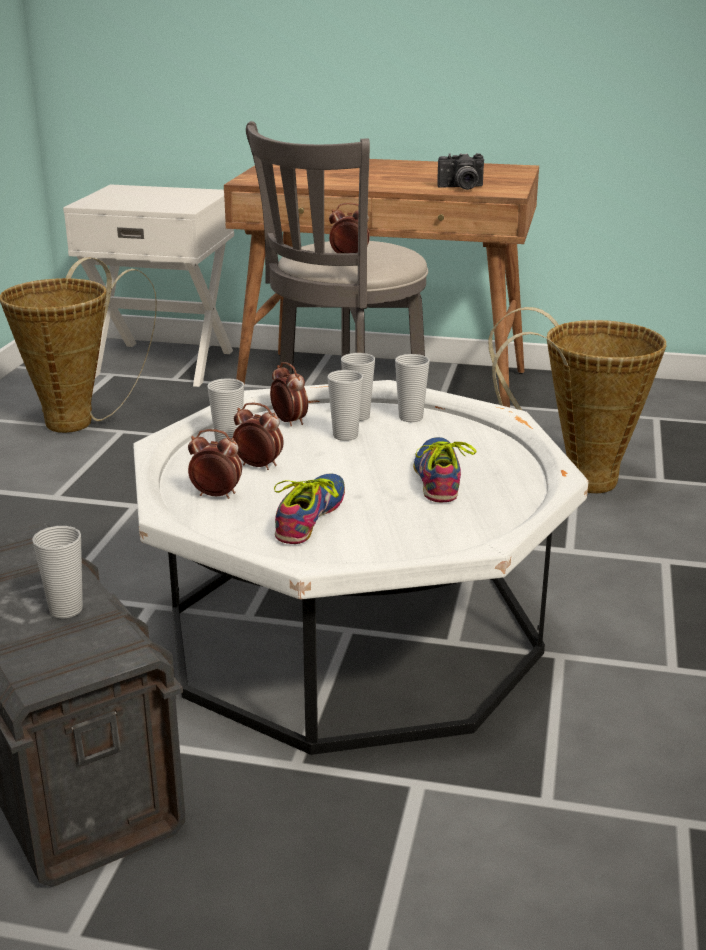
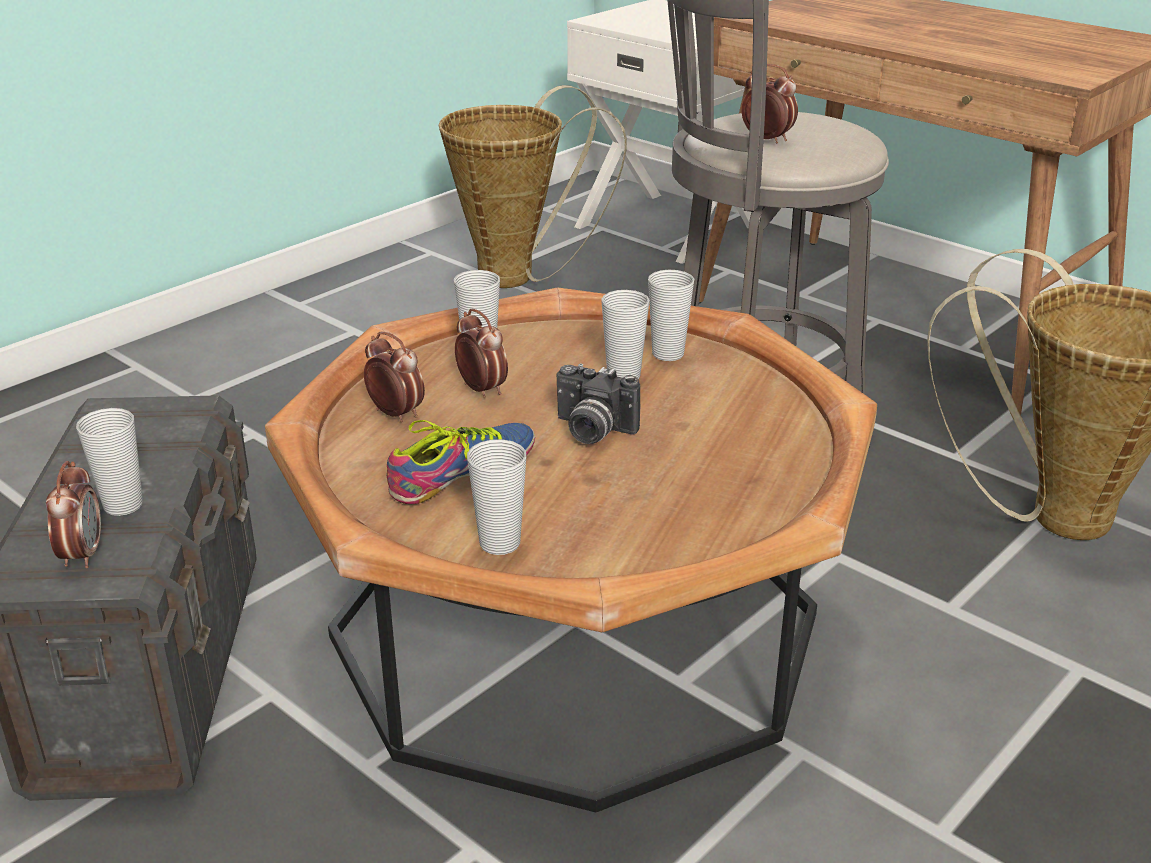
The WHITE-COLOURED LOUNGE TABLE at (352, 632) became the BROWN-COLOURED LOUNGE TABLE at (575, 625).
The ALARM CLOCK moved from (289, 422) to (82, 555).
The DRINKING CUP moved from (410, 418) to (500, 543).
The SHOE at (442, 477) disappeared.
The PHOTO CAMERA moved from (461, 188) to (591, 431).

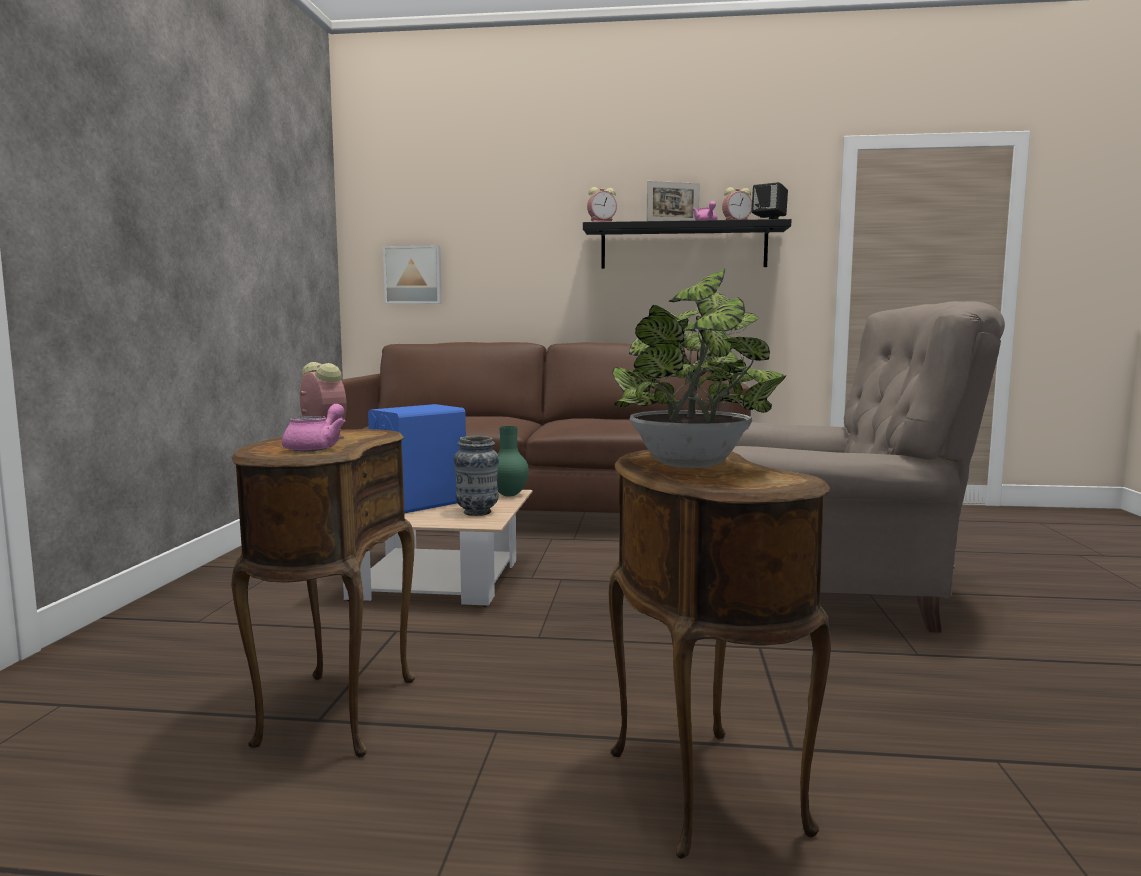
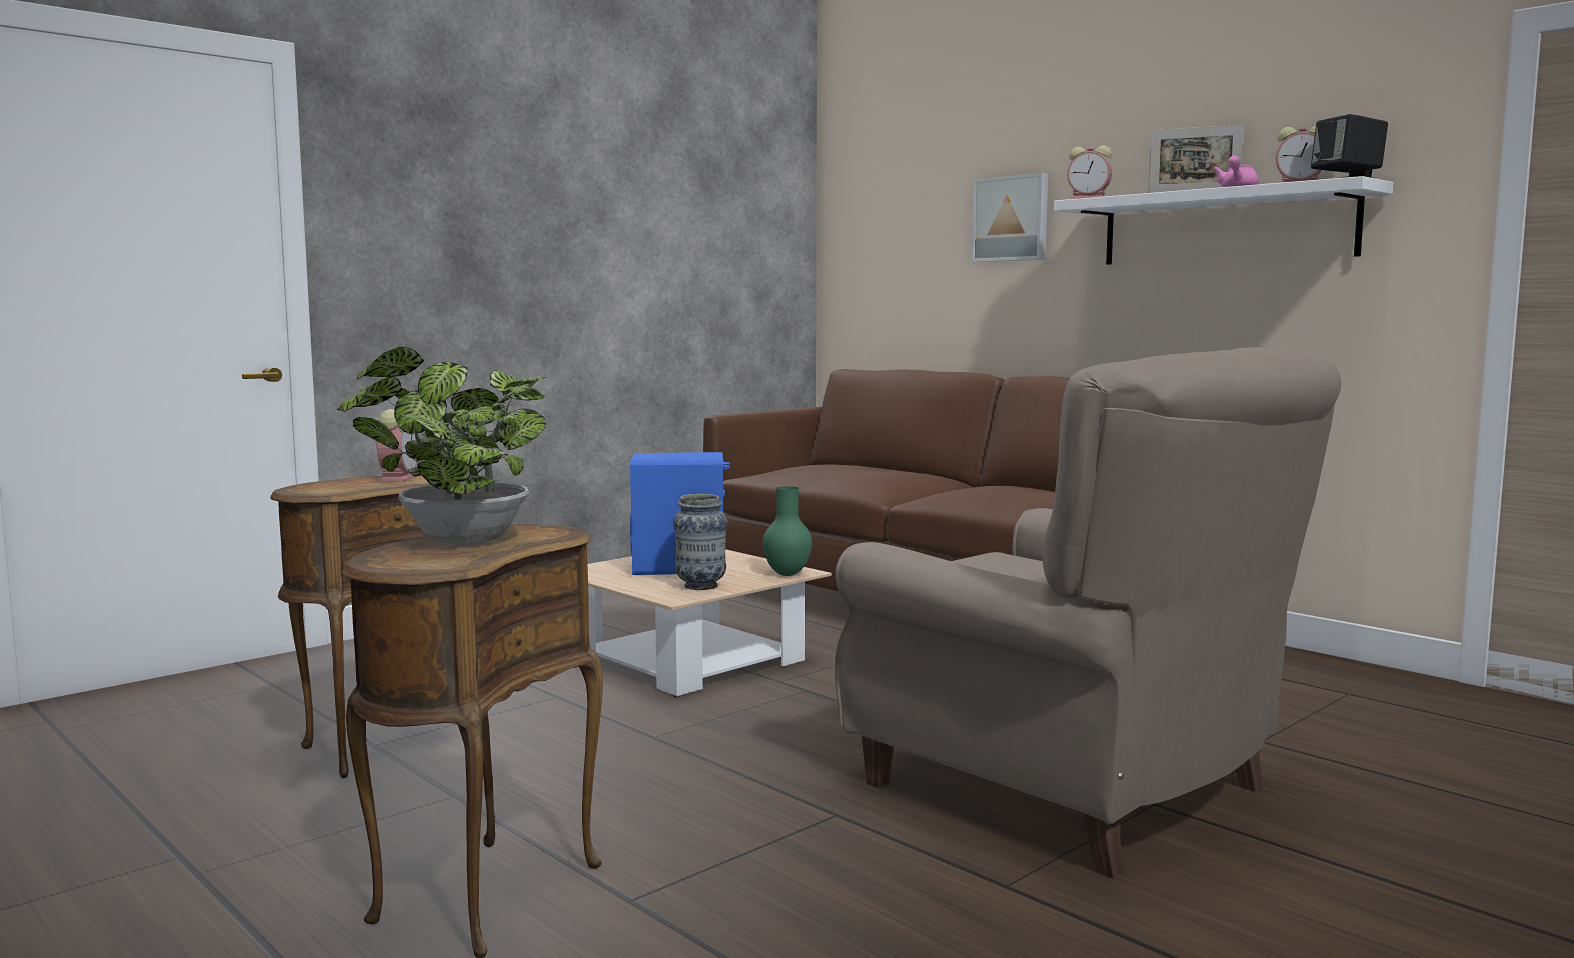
The PINK POT FOR TEA at (317, 447) disappeared.
The PICTURE moved from (413, 275) to (1012, 219).
The BLACK BRACKET SHELF at (683, 247) became the WHITE-COLOURED BRACKET SHELF at (1225, 227).

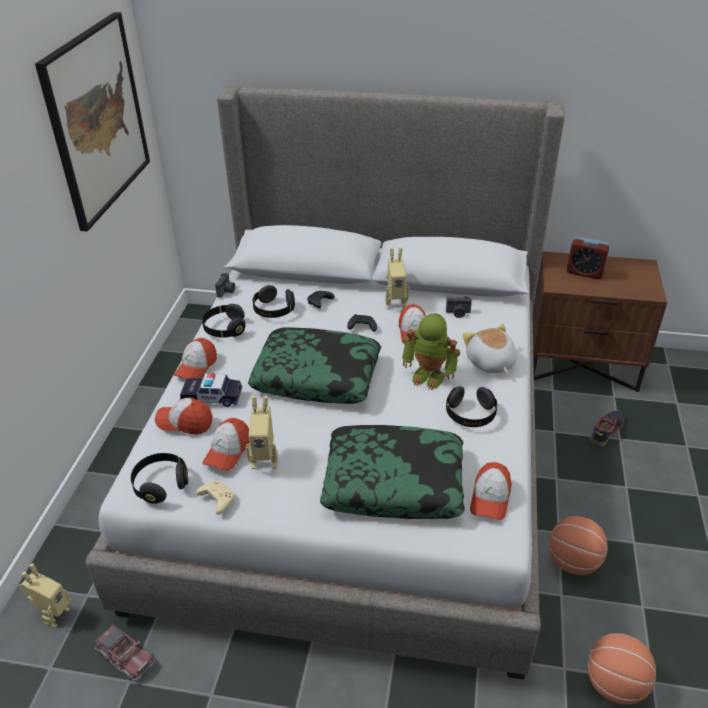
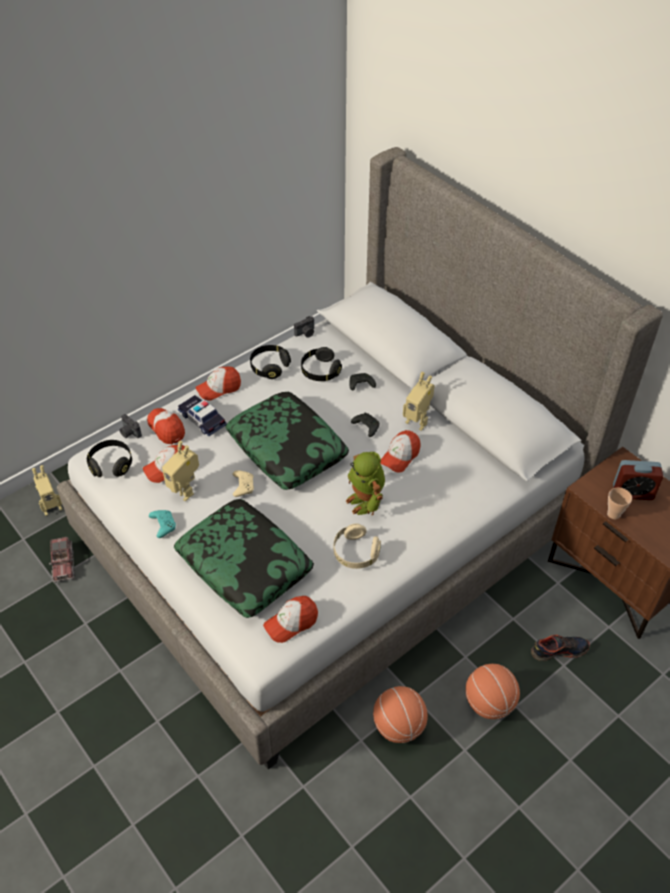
The PICTURE at (97, 119) disappeared.
The SAND-COLOURED JOYPAD moved from (217, 500) to (243, 486).
The PHOTO CAMERA moved from (458, 313) to (129, 433).
The BLACK HEADPHONES at (470, 415) became the SAND-COLOURED HEADPHONES at (355, 553).
The SOFT TOY at (490, 363) disappeared.
The ALARM CLOCK at (584, 272) turned 60 degrees counterclockwise.
The BASKETBALL moved from (615, 684) to (489, 703).
The BLUE-GREEN JOYPAD at (163, 525) appeared.
The DRINKING CUP at (613, 514) appeared.

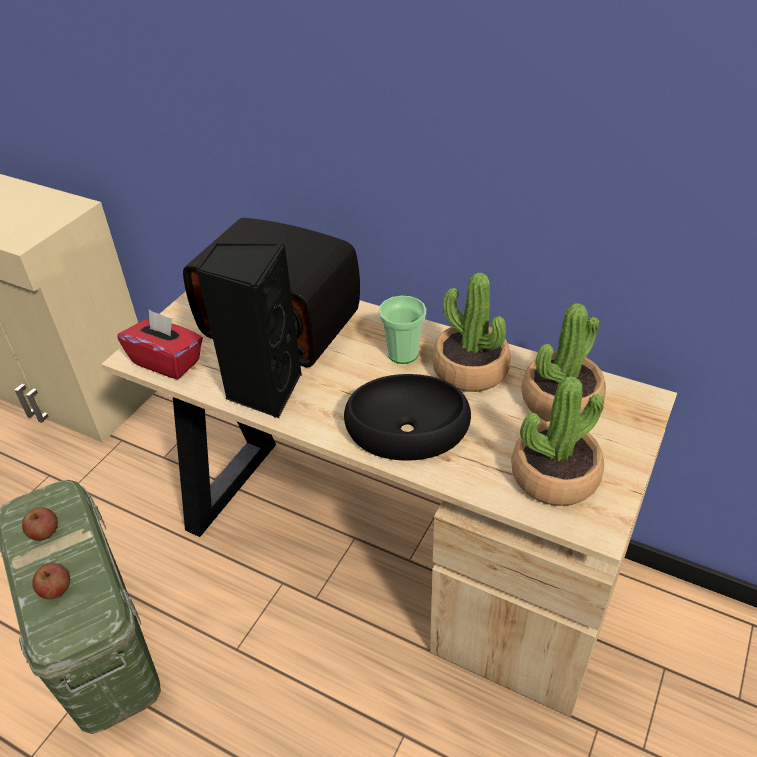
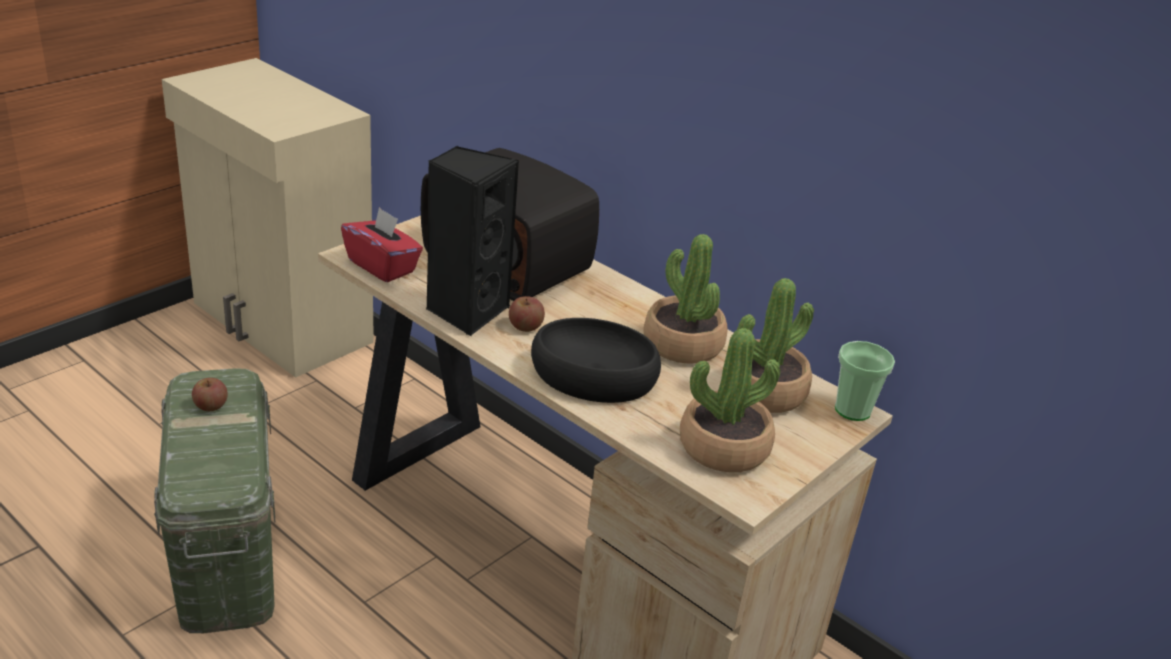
The WHOLE APPLE moved from (56, 589) to (525, 326).
The DRINKING CUP moved from (403, 354) to (852, 410).

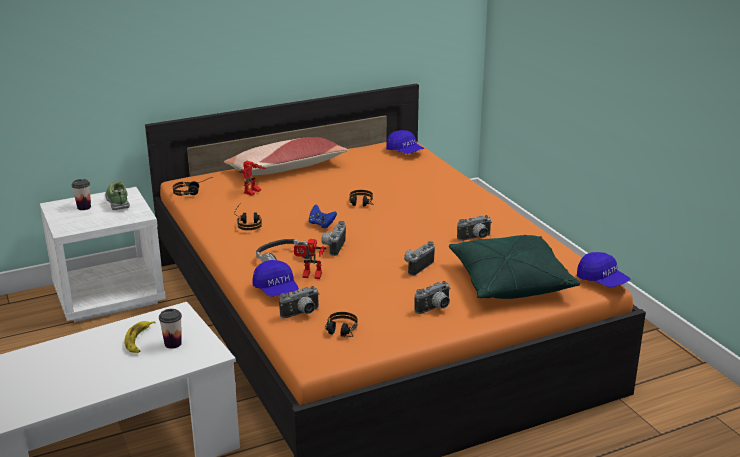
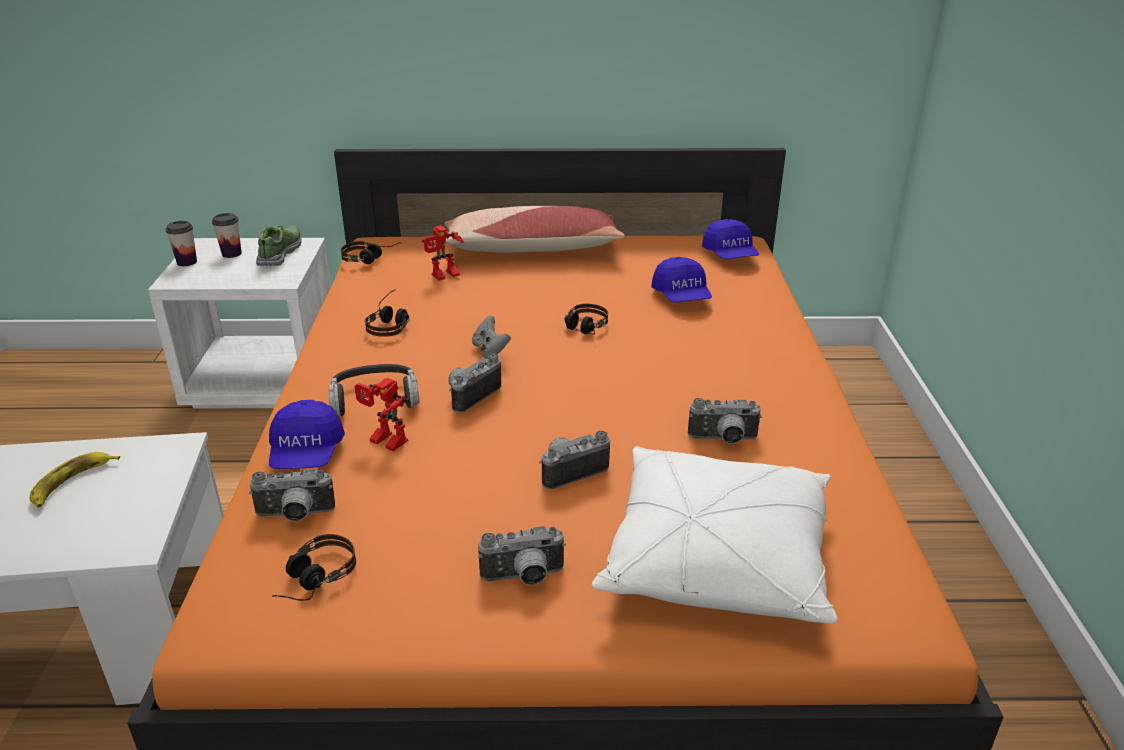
The DRINKING CUP moved from (173, 343) to (187, 262).
The BLUISH JOYPAD at (321, 224) became the GRAY JOYPAD at (490, 350).
The GREEN THROW PILLOW at (509, 282) became the WHITE-COLOURED THROW PILLOW at (716, 558).
The BLUISH BASEBALL CAP moved from (602, 281) to (682, 297).

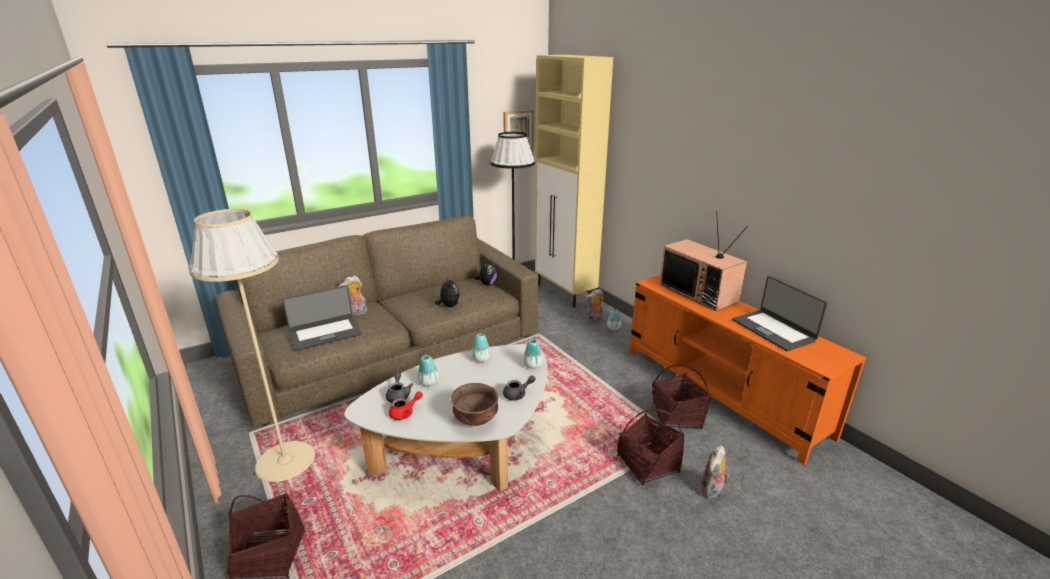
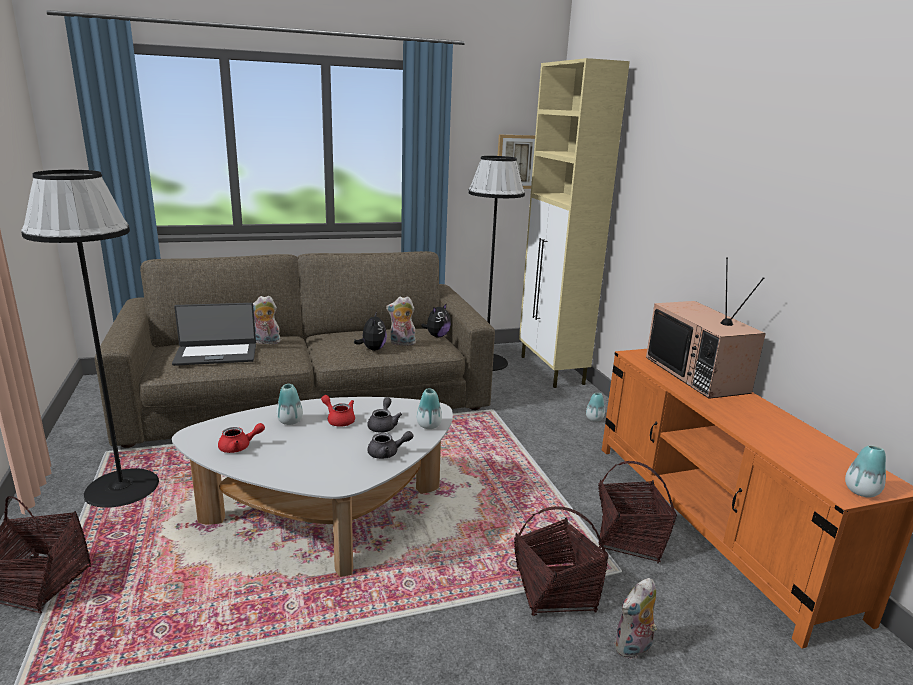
The SAND-COLOURED STANDING LAMP at (285, 461) became the BLACK STANDING LAMP at (122, 488).
The GRAY POT FOR TEA moved from (398, 395) to (383, 425).
The BROWN-COLOURED SERVING BOWL at (476, 419) disappeared.
The DECORATIVE VASE moved from (481, 359) to (861, 491).
The SOFT TOY moved from (594, 320) to (402, 343).
The LAPTOP at (773, 330) disappeared.
The RED-COLOURED POT FOR TEA at (339, 420) appeared.

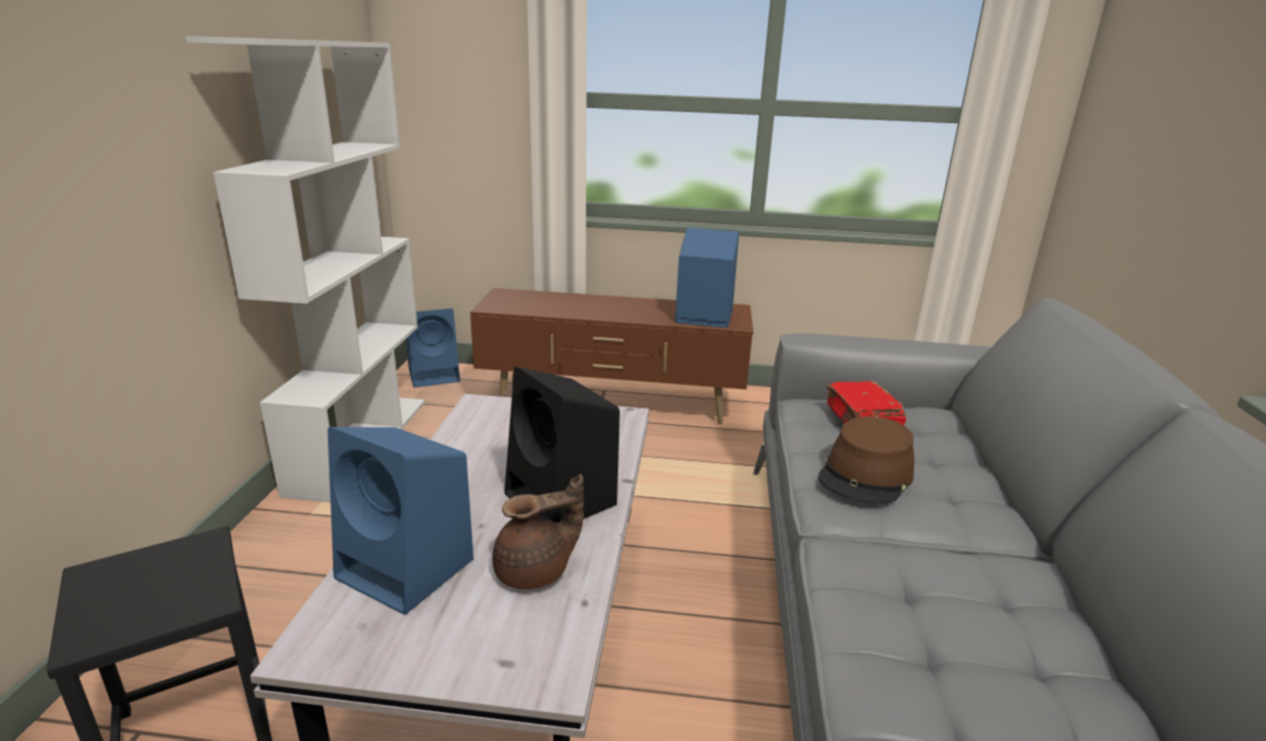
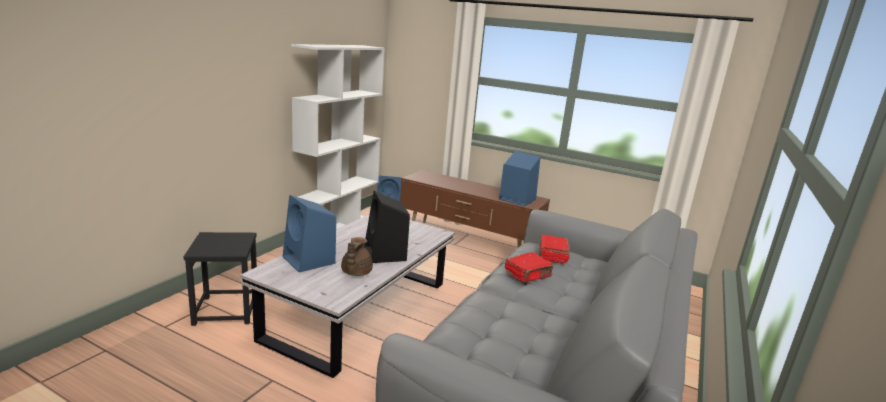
The BROWN-COLOURED POT FOR TEA at (536, 571) turned 105 degrees clockwise.
The BROWN-COLOURED WEARABLE HAT at (866, 475) was replaced by the RED-COLOURED VOLUME at (528, 275).

